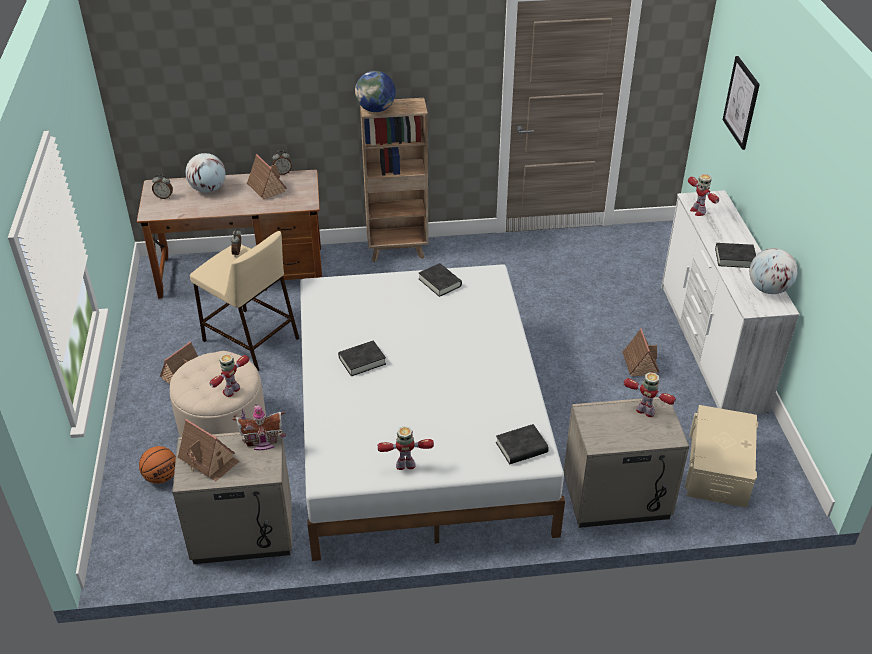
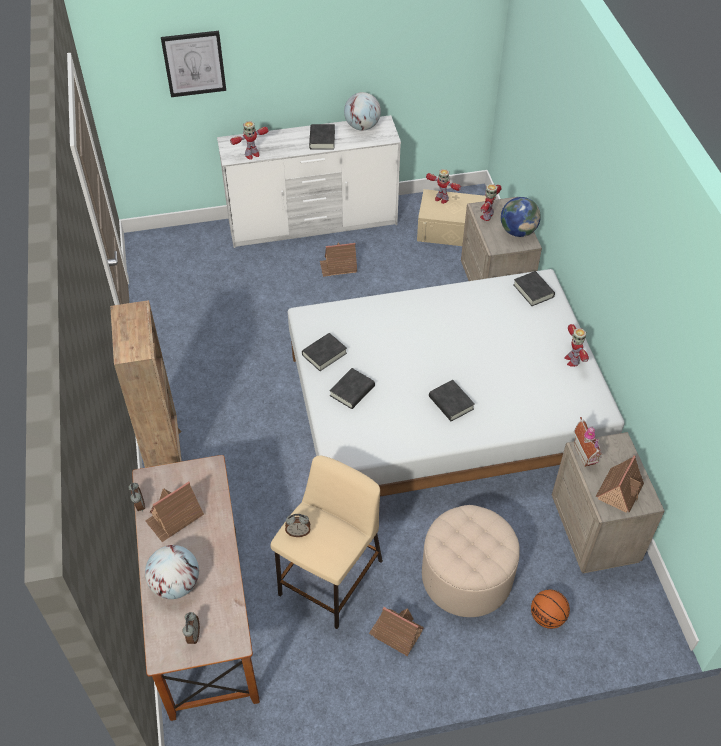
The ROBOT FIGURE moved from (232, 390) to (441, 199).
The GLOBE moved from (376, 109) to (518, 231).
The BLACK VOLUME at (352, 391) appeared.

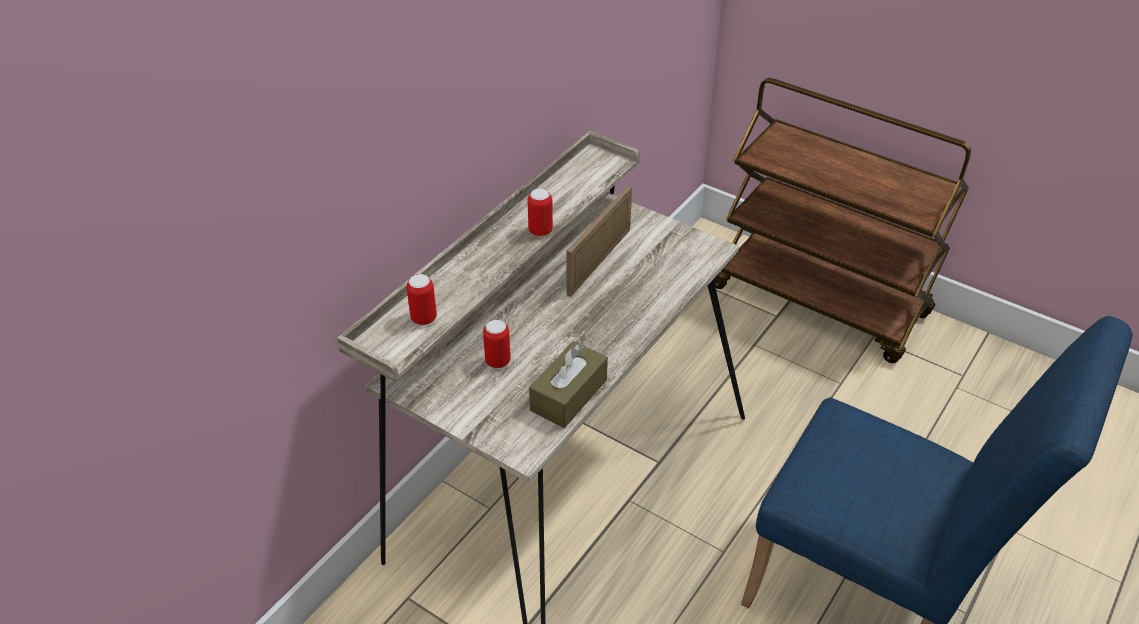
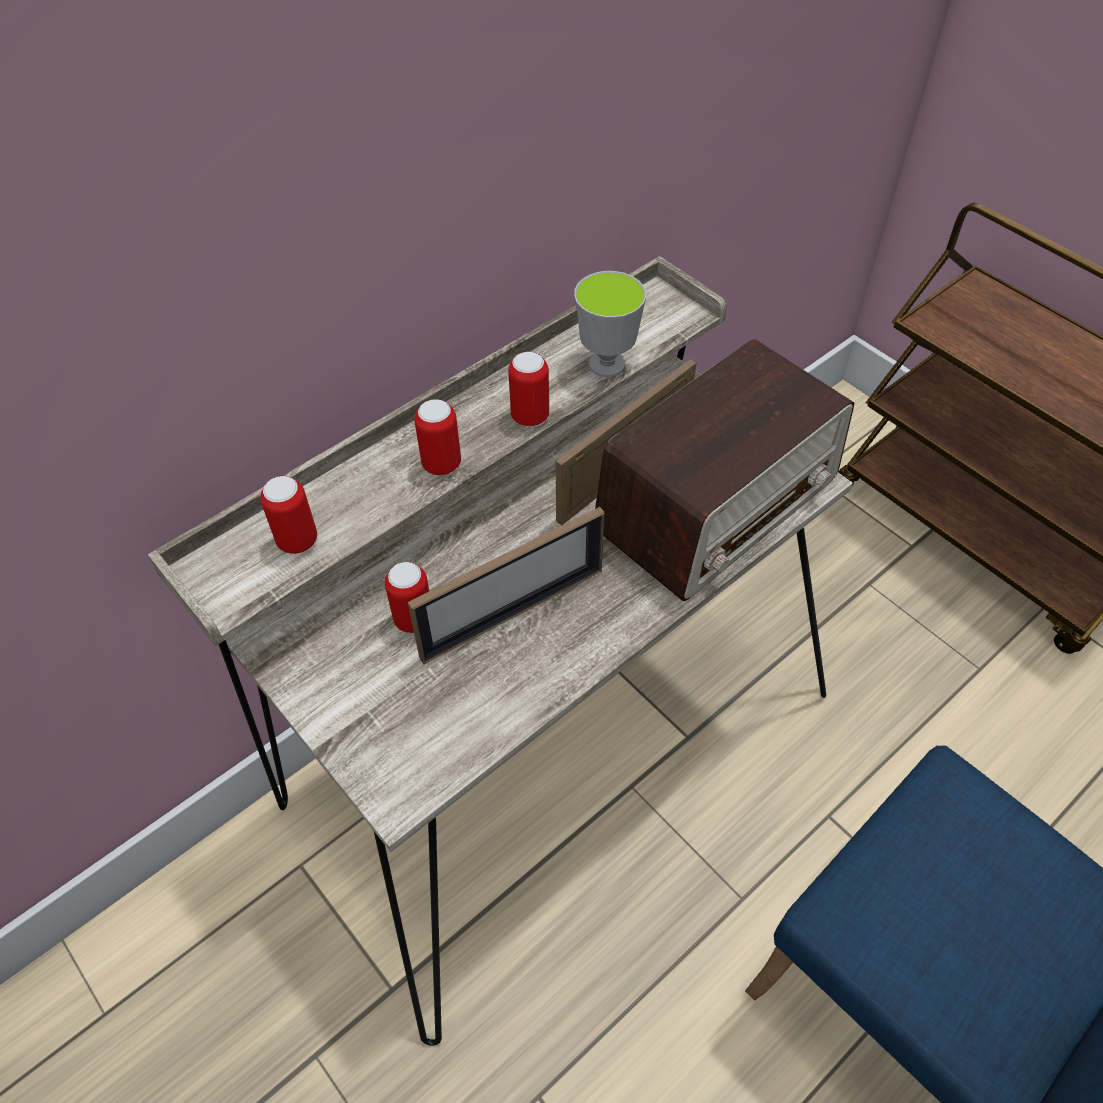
The BROWN-COLOURED TISSUE HOLDER at (568, 395) disappeared.
The STANDING FRAME at (513, 613) appeared.
The METAL CAN at (441, 464) appeared.
The DRINKING CUP at (607, 364) appeared.
The RADIO RECEIVER at (718, 503) appeared.

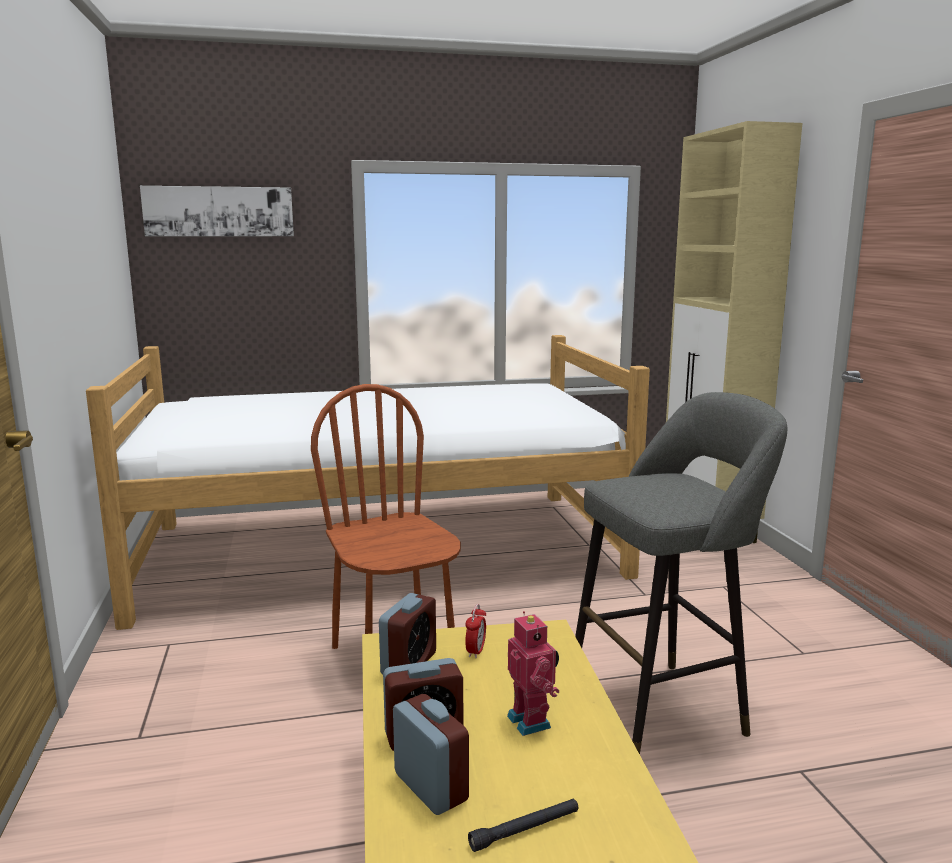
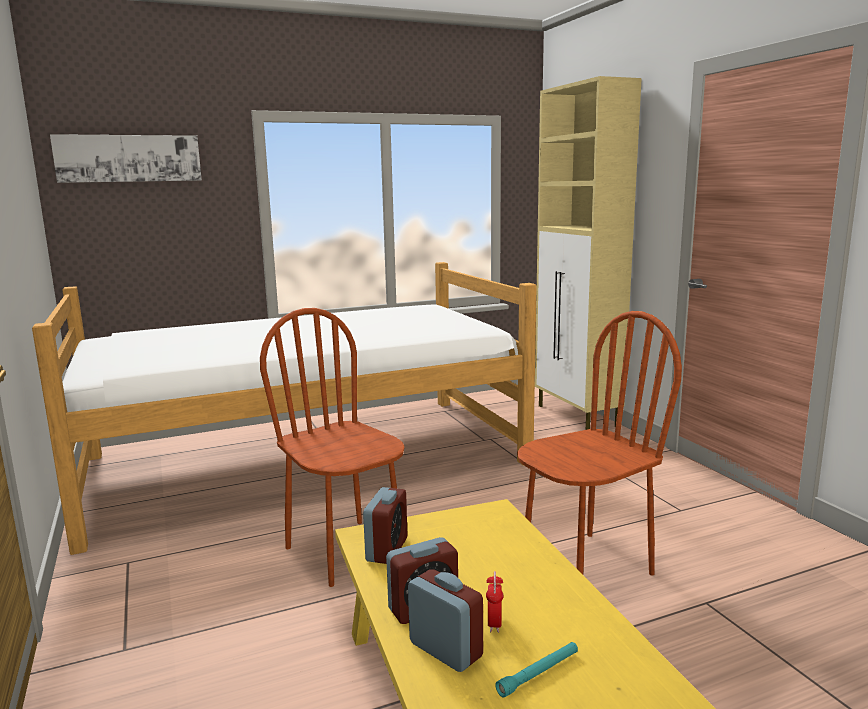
The ALARM CLOCK moved from (476, 651) to (494, 623).
The BLACK TORCH at (525, 830) became the BLUE-GREEN TORCH at (539, 673).
The ROBOT FIGURE at (531, 721) disappeared.
The GRAY STOOL SEAT at (664, 708) was replaced by the BROWN-COLOURED CHAIR at (585, 566).

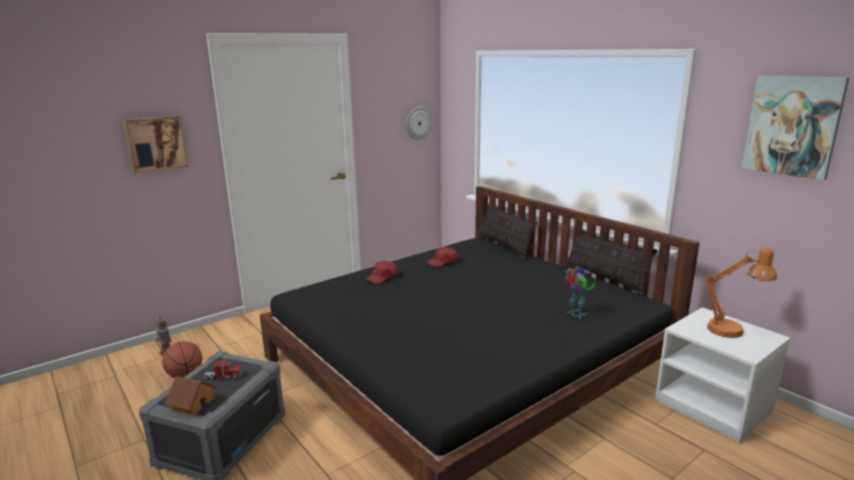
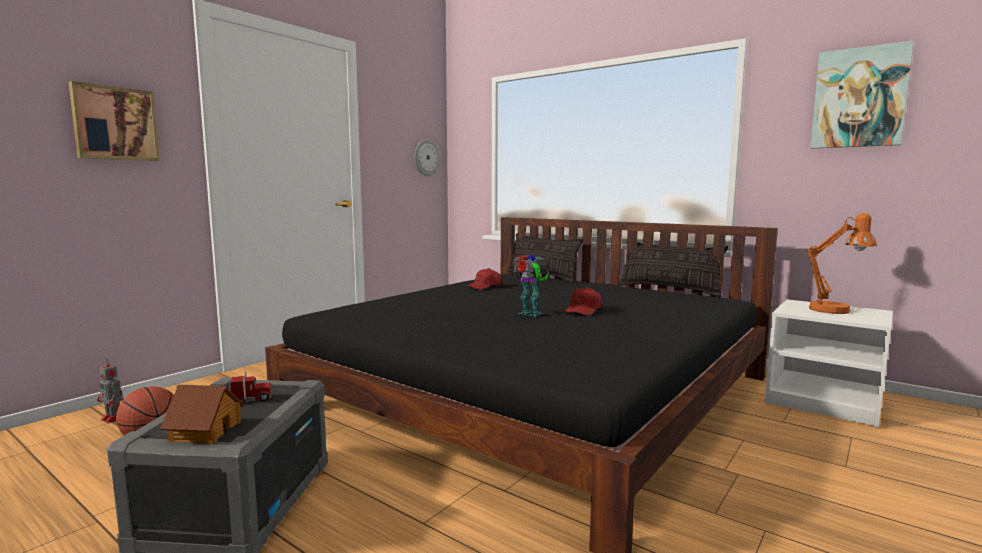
The RED-COLOURED BASEBALL CAP moved from (382, 277) to (583, 311).
The ROBOT FIGURE moved from (577, 314) to (530, 314).

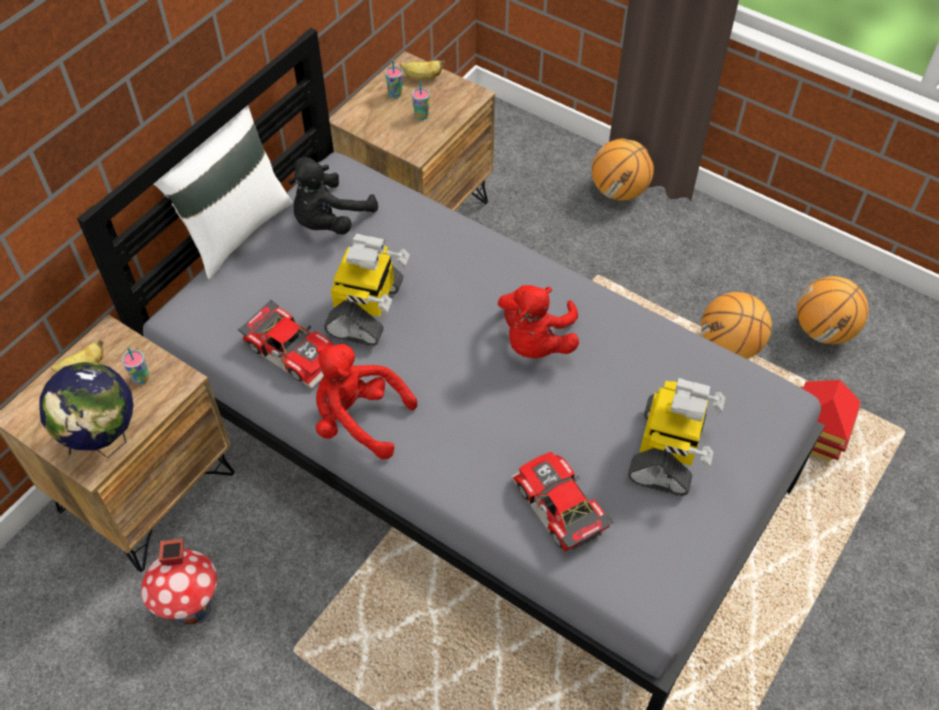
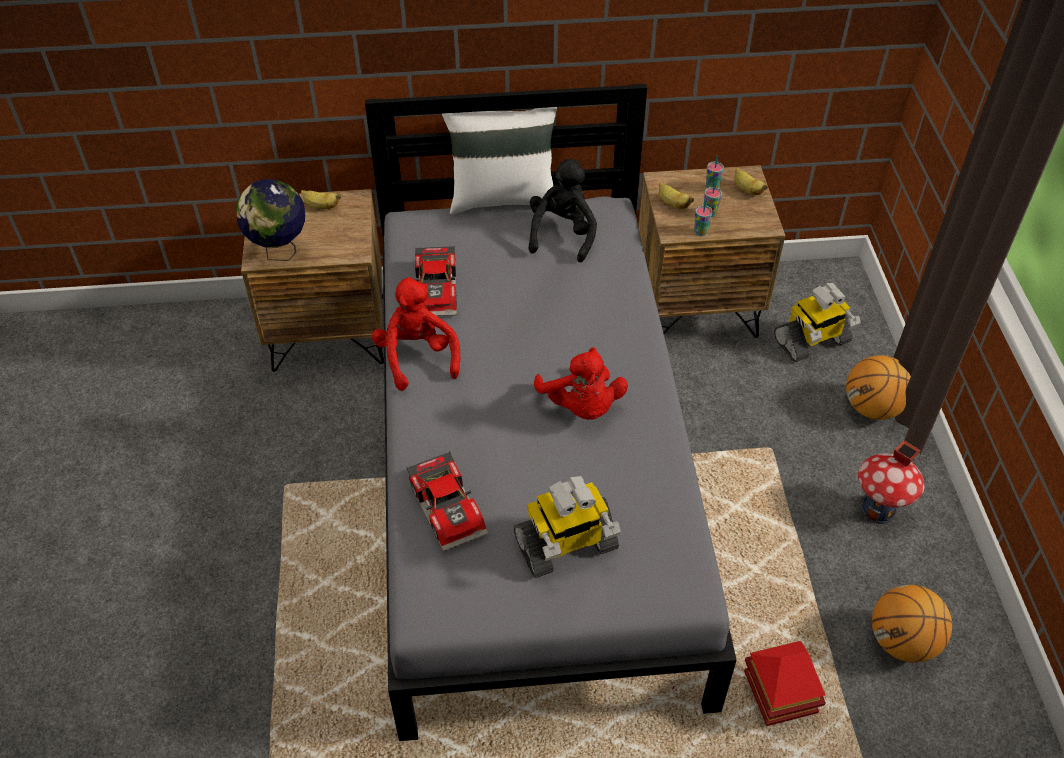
The DRINKING CUP moved from (141, 378) to (700, 232).
The MODEL HOUSE moved from (192, 608) to (878, 509).
The BLACK SOFT TOY at (329, 221) turned 105 degrees clockwise.
The ROBOT FIGURE moved from (367, 310) to (812, 341).
The RED-COLOURED SOFT TOY at (535, 342) turned 90 degrees counterclockwise.
The TOY CAR at (556, 508) turned 135 degrees clockwise.
The BASKETBALL at (729, 346) disappeared.
The BANANA at (672, 204) appeared.

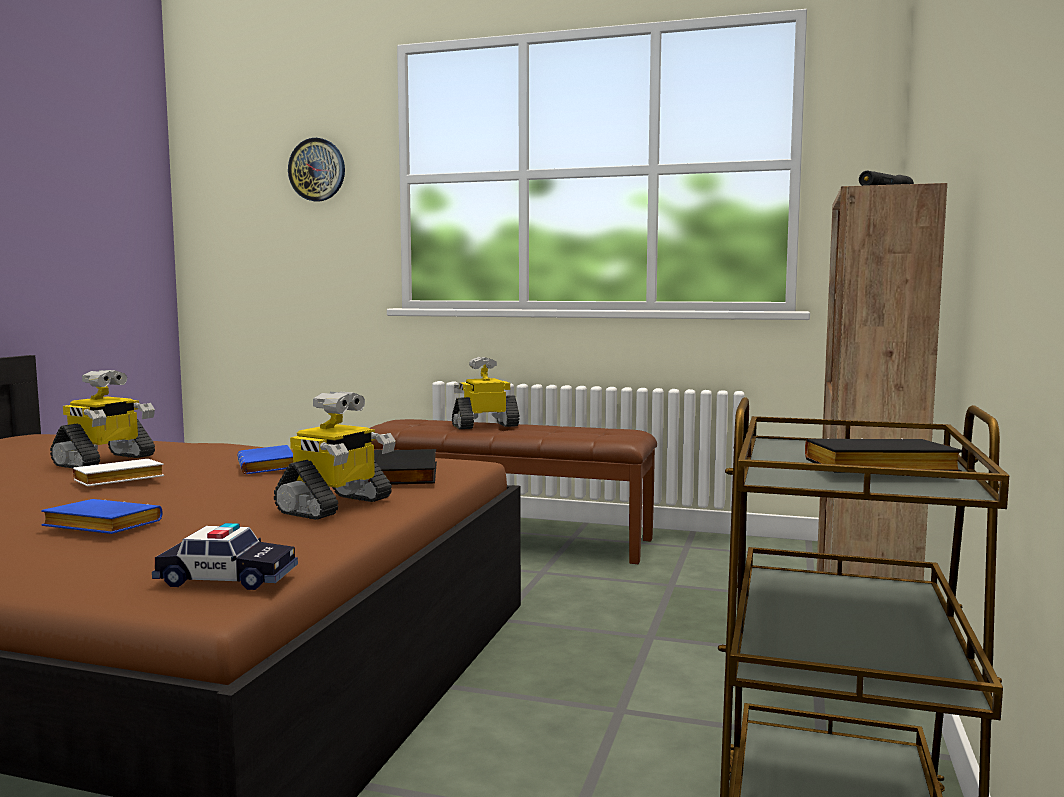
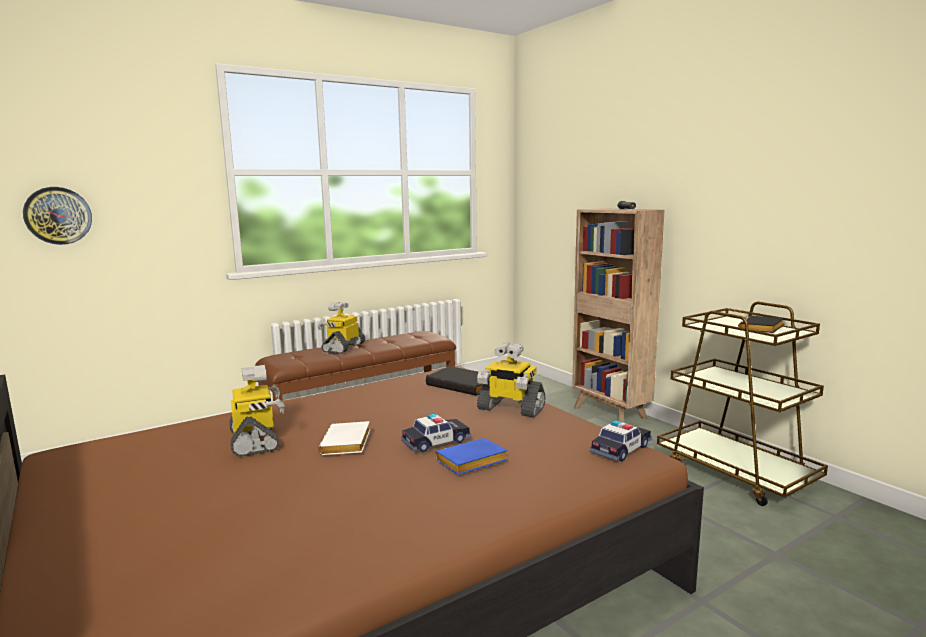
The BLUISH VOLUME at (269, 467) disappeared.
The ROBOT FIGURE at (336, 506) turned 135 degrees clockwise.
The CLOCK ON THE WALL moved from (317, 170) to (58, 215).
The TOY CAR at (436, 441) appeared.

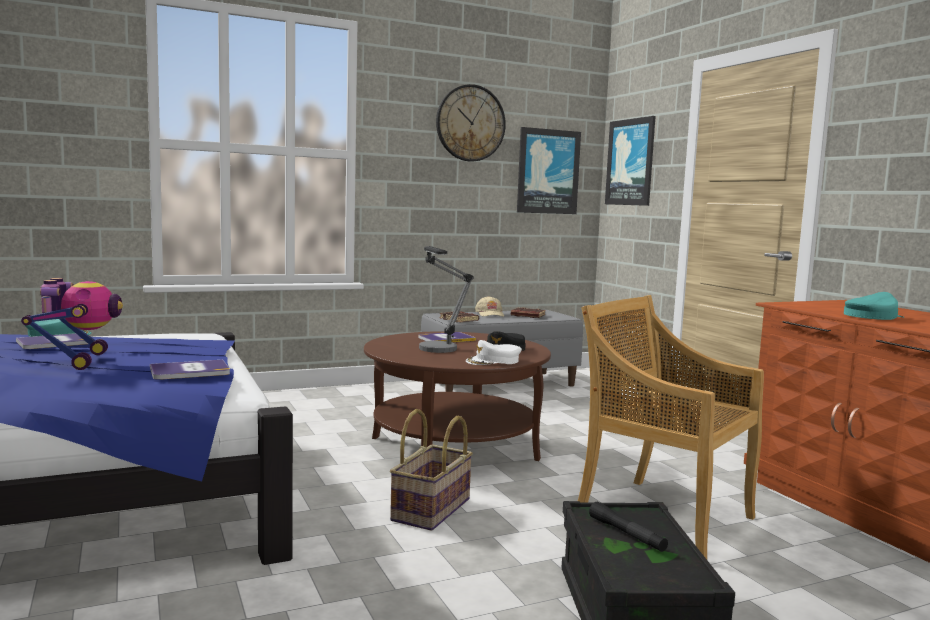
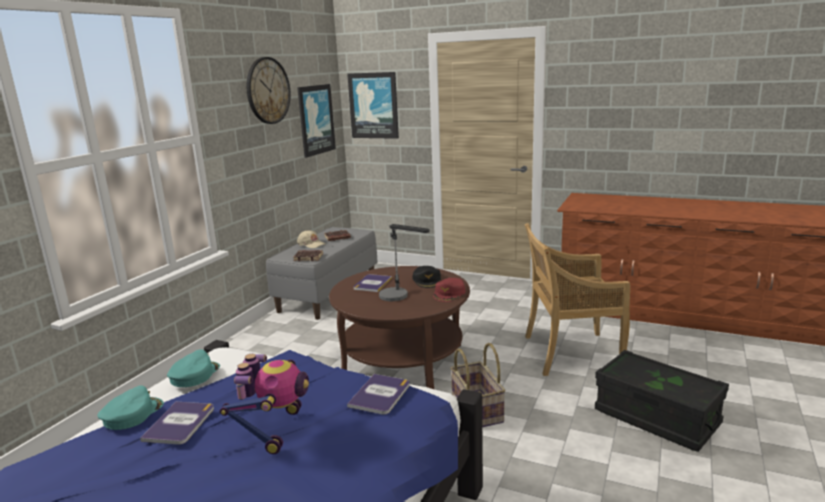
The ROBOT FIGURE at (78, 361) turned 60 degrees clockwise.
The WHITE-COLOURED BASEBALL CAP at (493, 361) became the RED-COLOURED BASEBALL CAP at (449, 294).
The BLACK TORCH at (626, 534) disappeared.
The BLUE-GREEN BASEBALL CAP moved from (872, 316) to (194, 375).

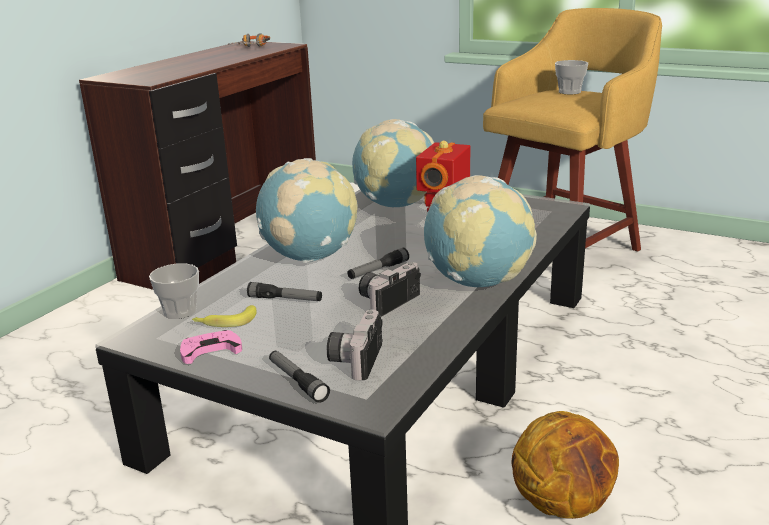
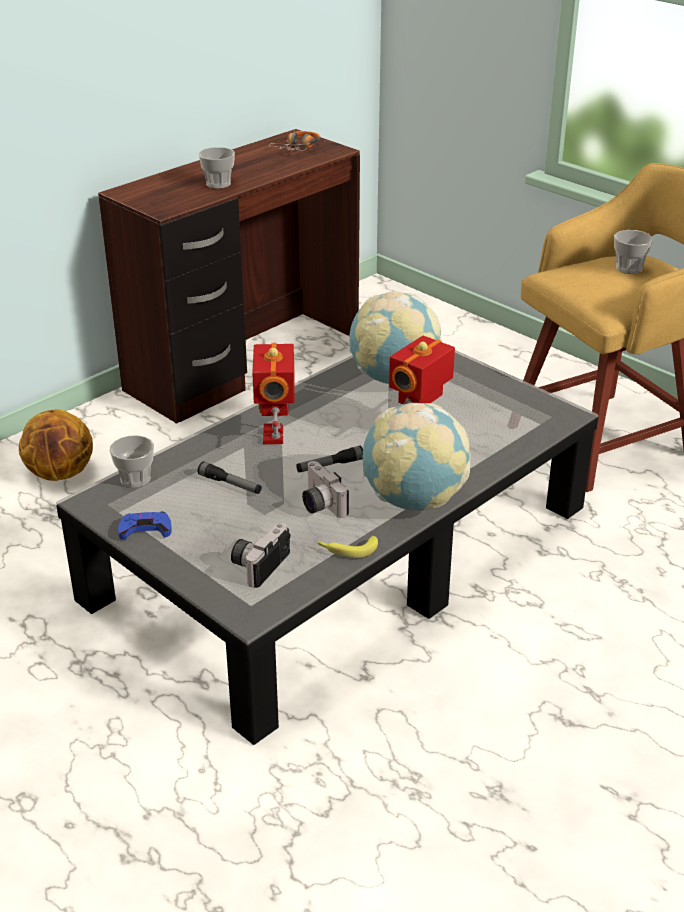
The PINK JOYPAD at (210, 351) became the BLUISH JOYPAD at (145, 529).
The BANANA moved from (225, 322) to (347, 549).
The GLOBE at (310, 257) was replaced by the ROBOT FIGURE at (275, 435).
The TORCH at (297, 381) disappeared.
The PHOTO CAMERA at (387, 300) turned 90 degrees counterclockwise.
The BASKETBALL moved from (563, 504) to (61, 474).
The DRINKING CUP at (218, 184) appeared.

